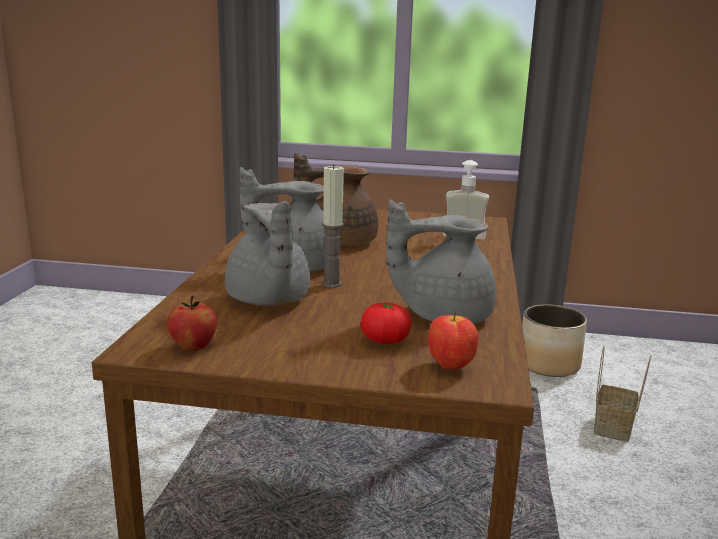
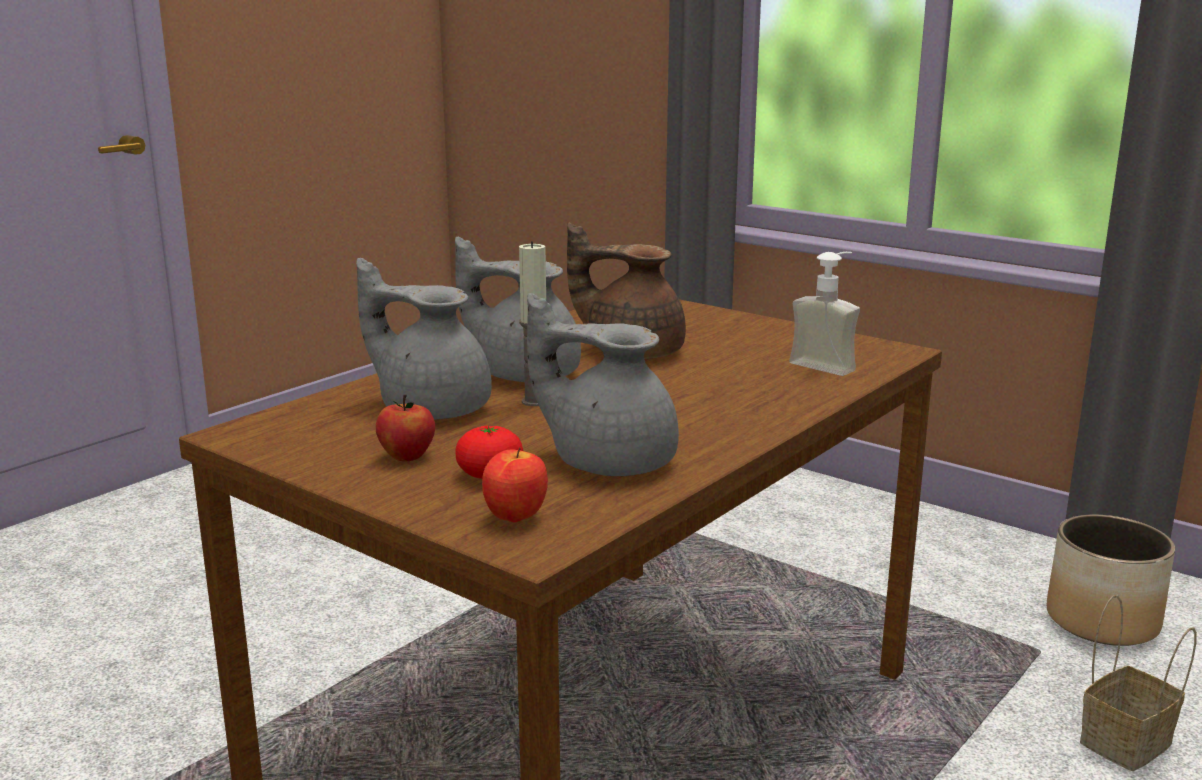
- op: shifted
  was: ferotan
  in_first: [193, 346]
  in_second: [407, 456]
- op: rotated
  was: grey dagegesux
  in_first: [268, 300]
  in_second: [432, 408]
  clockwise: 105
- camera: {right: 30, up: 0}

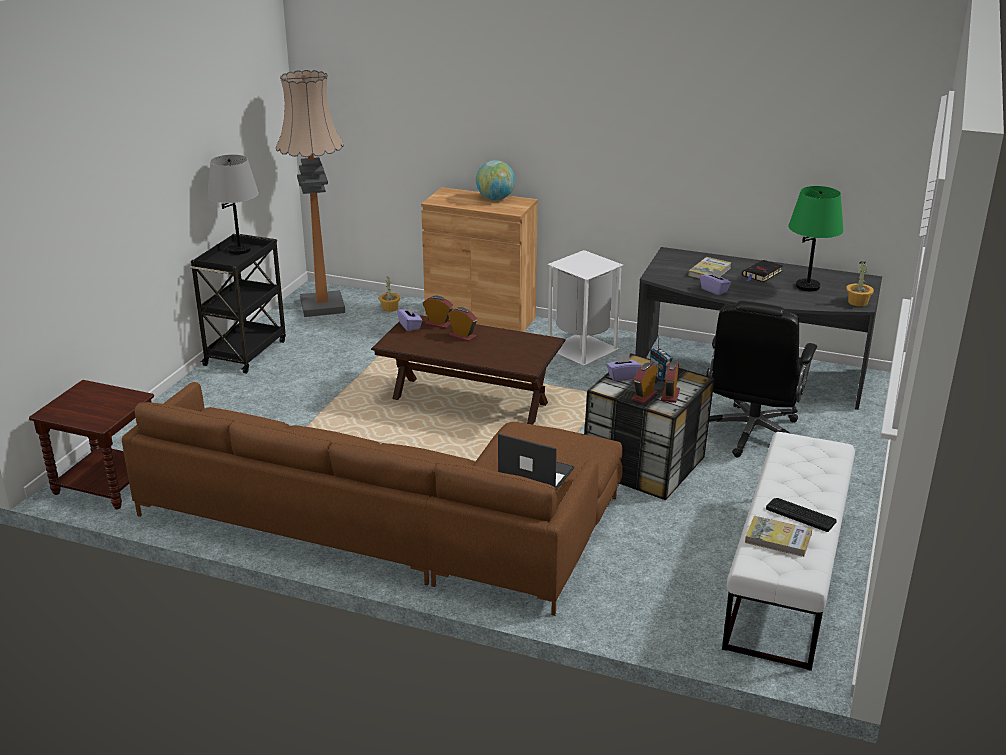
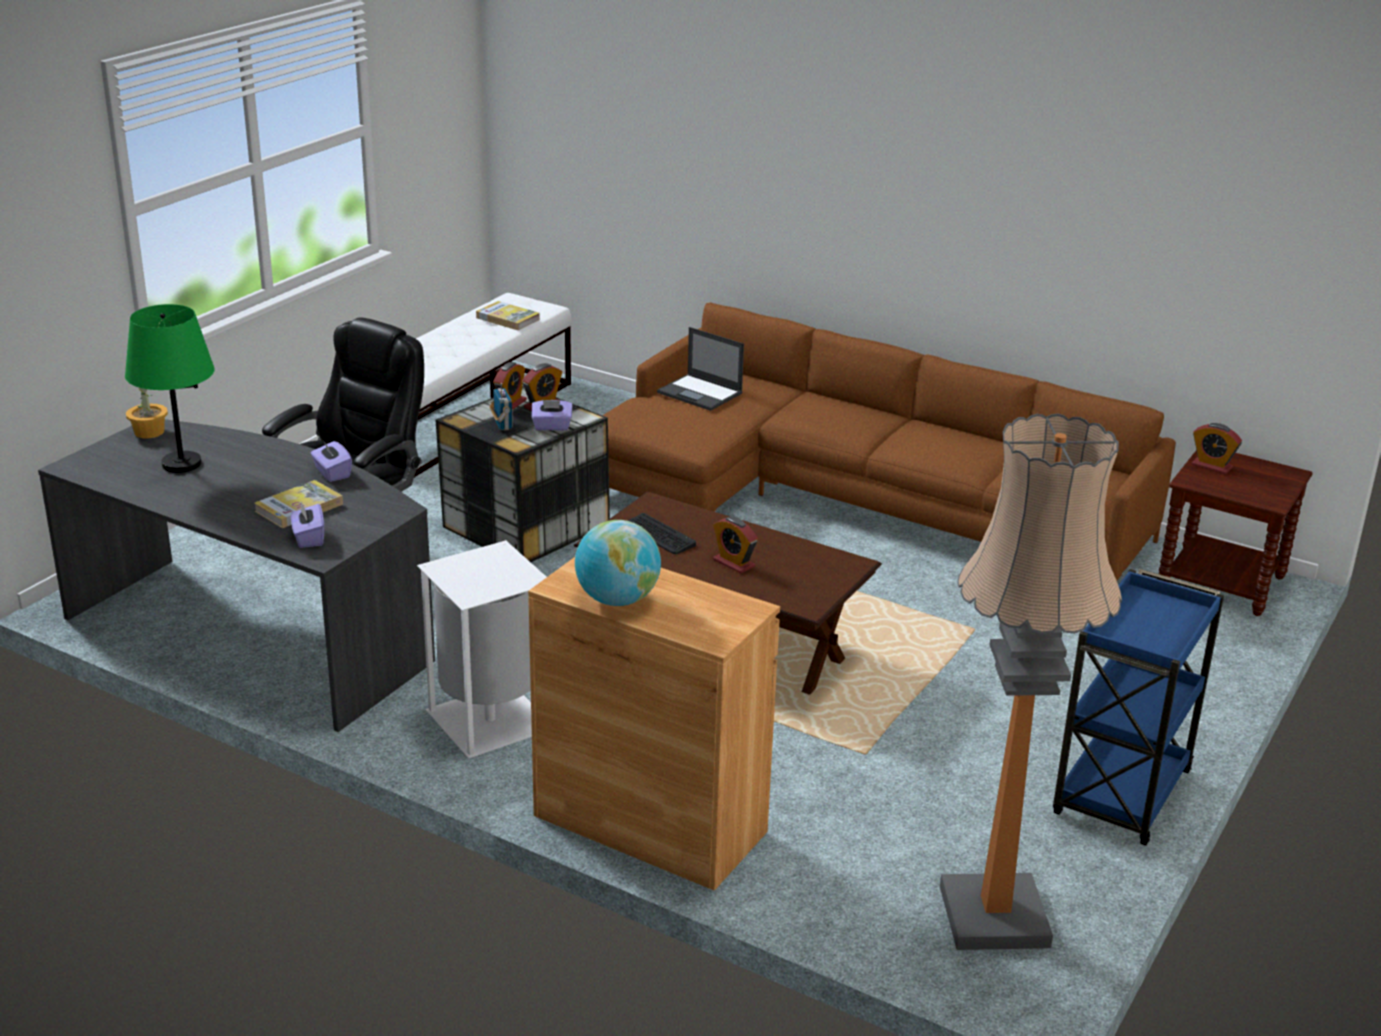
- op: repainted
  was: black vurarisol
  now: blue vurarisol
  in_first: [246, 352]
  in_second: [1121, 795]
- op: gone
  was: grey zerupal
  in_first: [239, 250]
- op: gone
  was: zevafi
  in_first: [390, 308]
- op: shifted
  was: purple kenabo
  in_first: [410, 326]
  in_second: [309, 538]
- op: shifted
  was: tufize
  in_first: [438, 324]
  in_second: [1212, 466]
- op: gone
  was: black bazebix
  in_first: [761, 274]
- op: shifted
  was: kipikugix
  in_first: [801, 515]
  in_second: [658, 535]
- camera: {right: -170, up: 0}

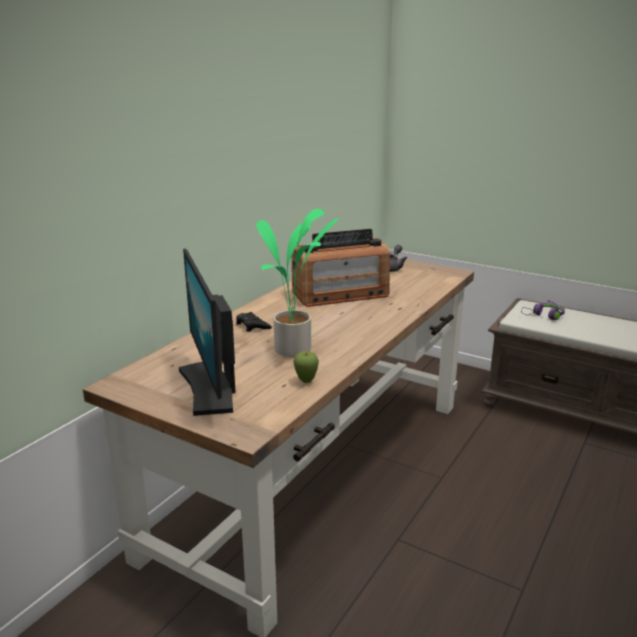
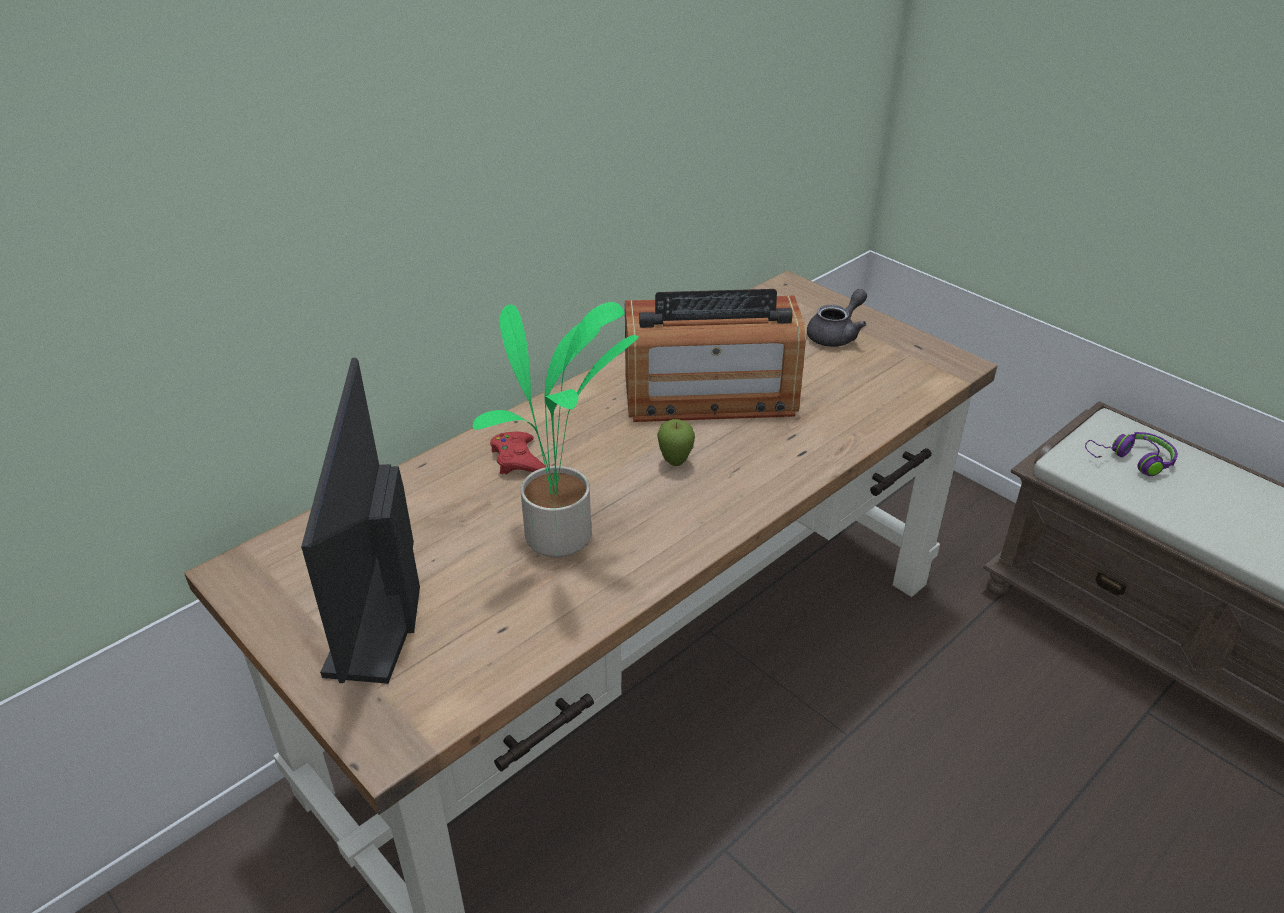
- op: repainted
  was: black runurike
  now: red runurike
  in_first: [252, 326]
  in_second: [518, 459]
- op: shifted
  was: ferotan
  in_first: [306, 381]
  in_second: [675, 463]
- camera: {right: 15, up: 15}

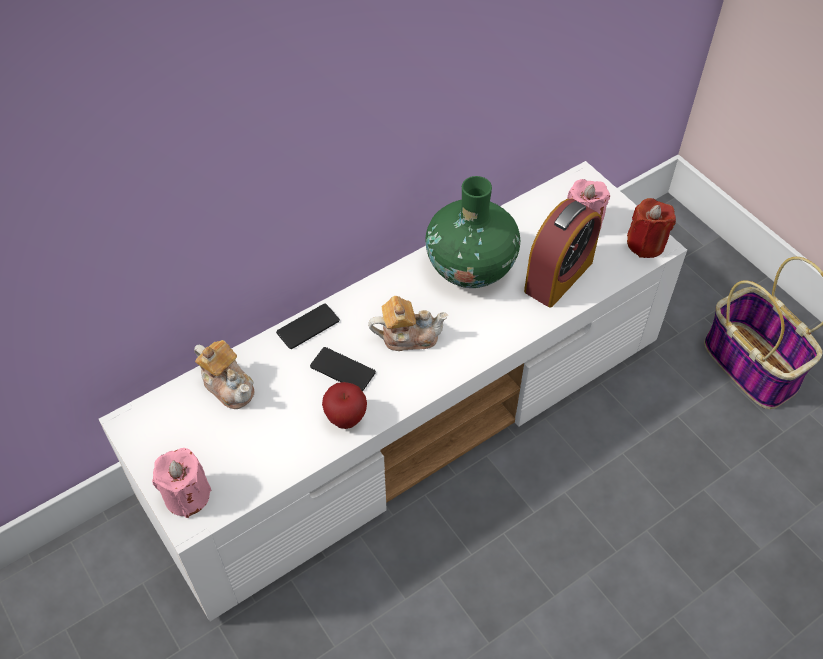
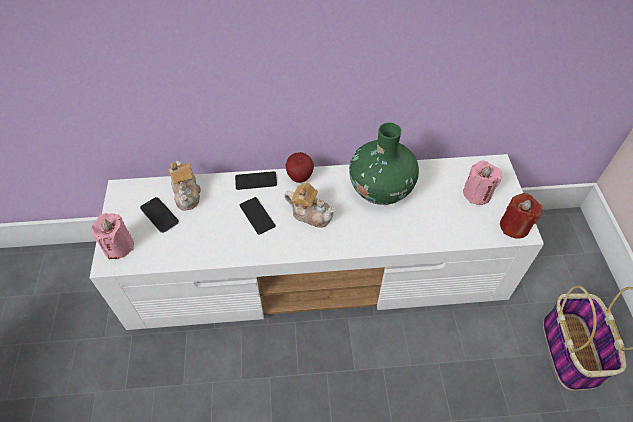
- op: shifted
  was: ferotan
  in_first: [346, 418]
  in_second: [300, 177]
- op: gone
  was: tufize
  in_first: [558, 276]
- op: new
  now: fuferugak
  in_second: [159, 215]
- camera: {right: 30, up: 0}

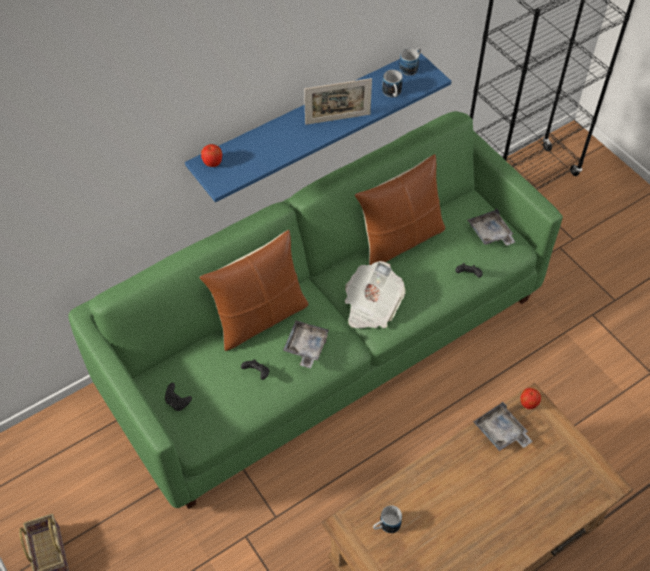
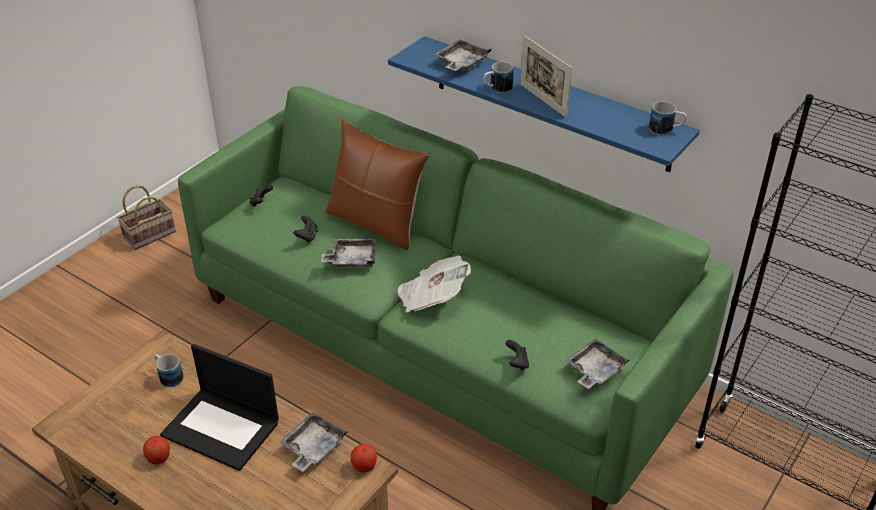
- op: shifted
  was: ferotan
  in_first: [212, 163]
  in_second: [159, 458]
- op: gone
  was: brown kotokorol
  in_first: [400, 240]
- op: shifted
  was: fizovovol
  in_first: [392, 94]
  in_second: [497, 88]
- op: new
  now: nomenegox
  in_second: [222, 428]
- op: new
  now: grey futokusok
  in_second: [461, 63]
- camera: {right: 70, up: -15}

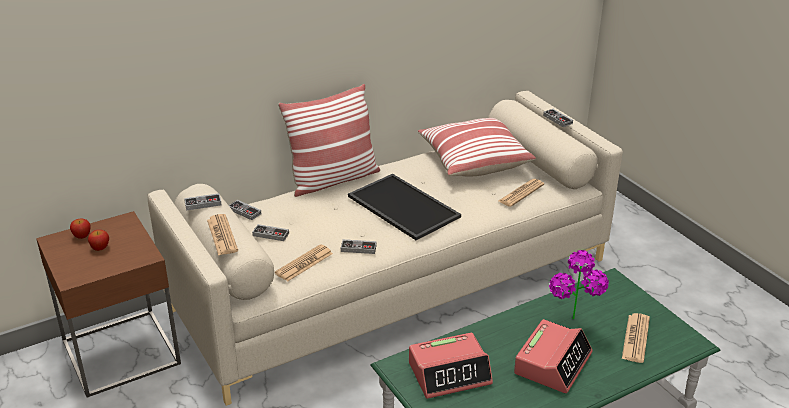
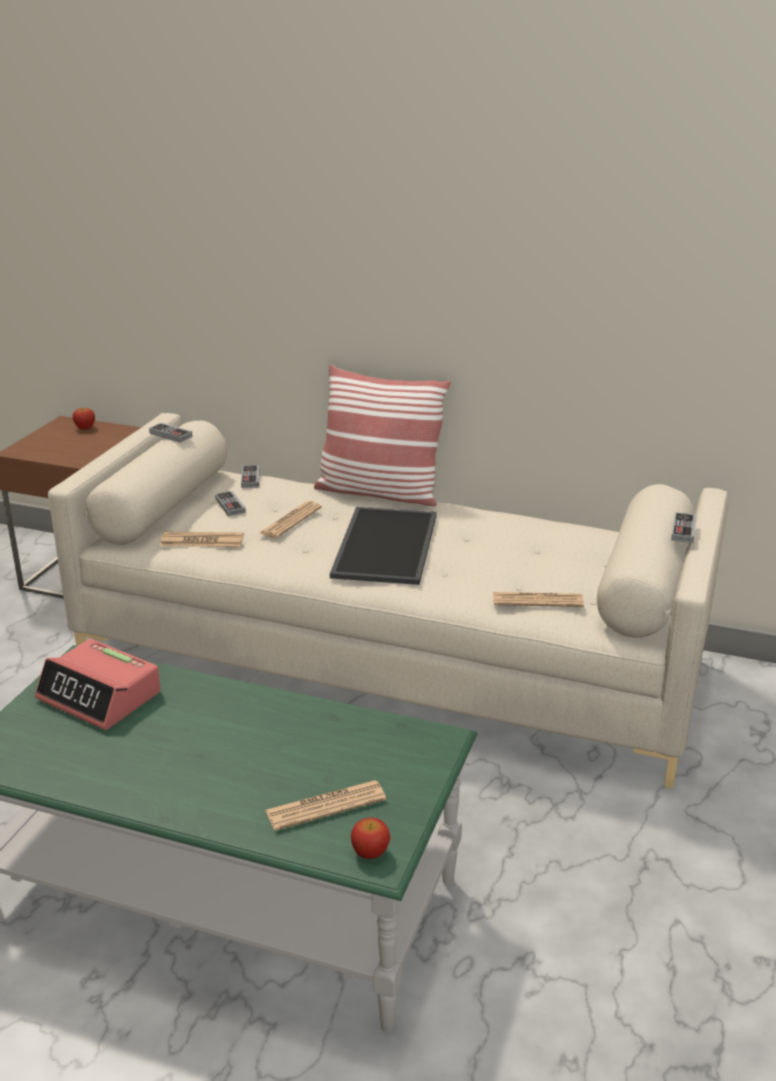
- op: shifted
  was: ferotan
  in_first: [100, 248]
  in_second: [370, 852]
- op: shifted
  was: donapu
  in_first: [222, 235]
  in_second: [290, 521]
- op: gone
  was: runurike
  in_first: [358, 248]
- op: gone
  was: kotokorol
  in_first: [473, 160]
- op: gone
  was: tufize
  in_first: [553, 363]
- op: gone
  was: zevafi
  in_first: [574, 325]
- camera: {right: 50, up: -5}

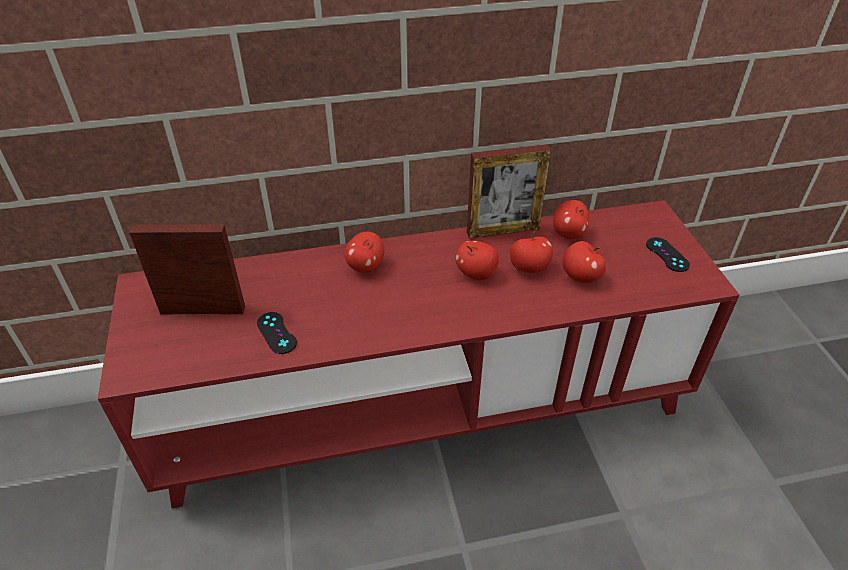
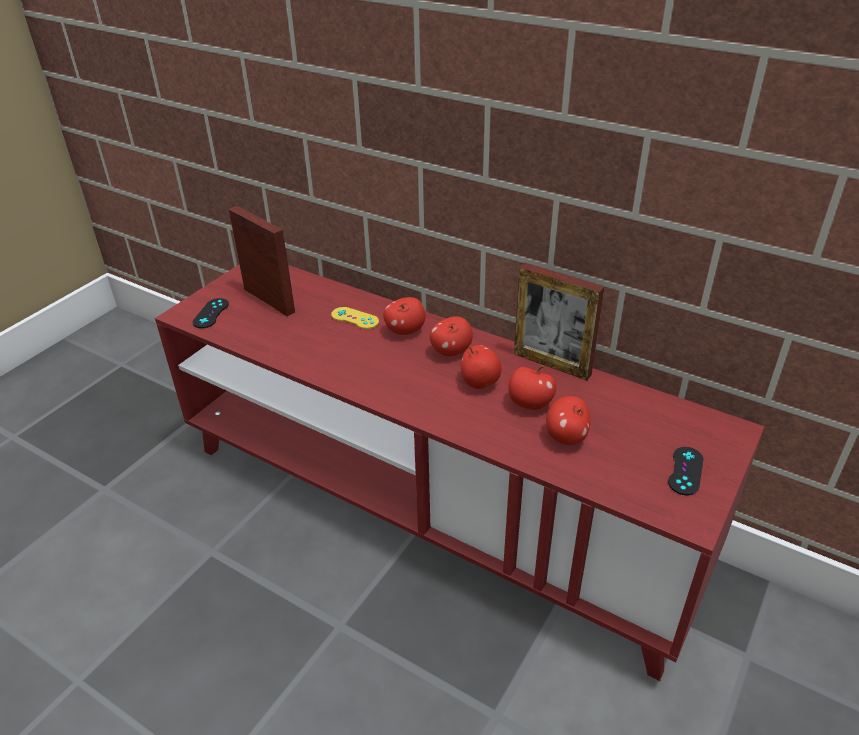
- op: shifted
  was: black runurike
  in_first: [276, 333]
  in_second: [211, 313]
- op: shifted
  was: ferotan
  in_first: [568, 234]
  in_second: [451, 351]
- op: new
  now: yellow runurike
  in_second: [355, 318]
- camera: {right: 45, up: -5}

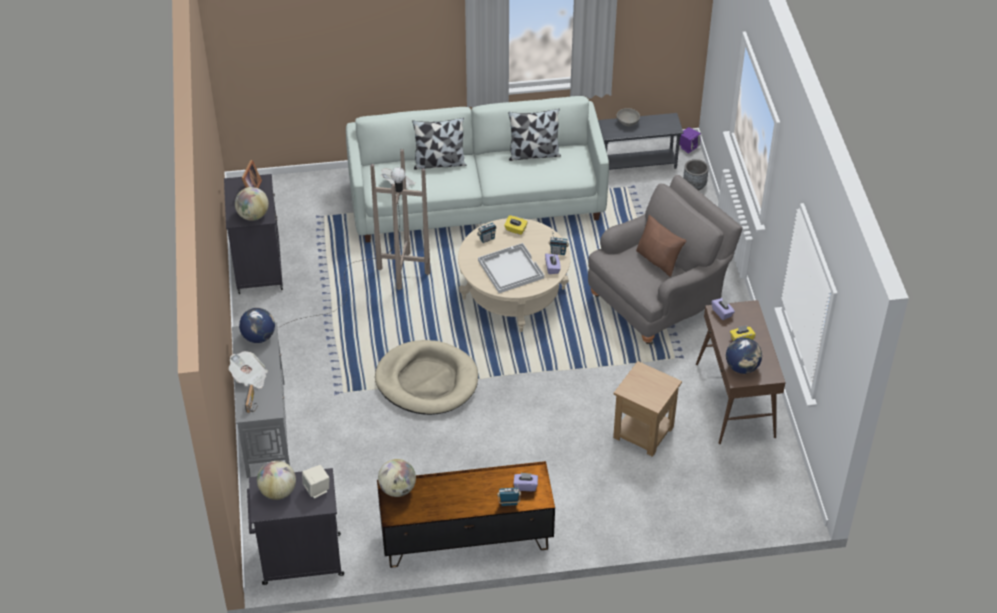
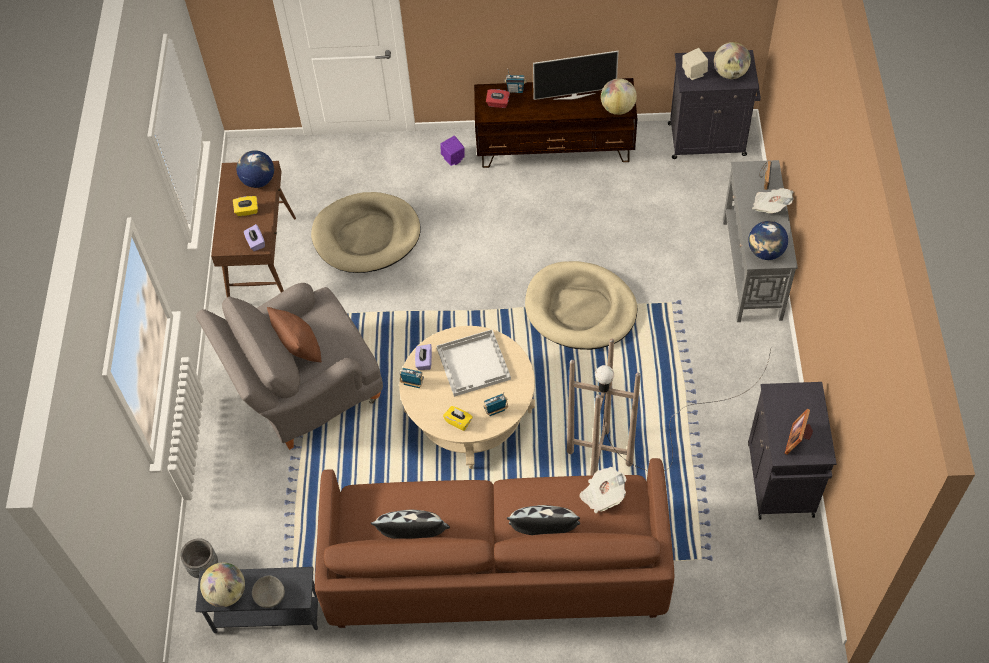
- op: shifted
  was: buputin
  in_first: [253, 215]
  in_second: [227, 593]
- op: repainted
  was: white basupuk
  now: brown basupuk
  in_first: [477, 200]
  in_second: [496, 567]
- op: repainted
  was: purple kenabo
  now: red kenabo
  in_first: [525, 486]
  in_second: [498, 103]
- op: swapped
  was: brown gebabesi
  now: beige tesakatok
  in_first: [642, 432]
  in_second: [366, 236]
- op: shifted
  was: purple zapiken
  in_first: [688, 147]
  in_second: [453, 159]
- op: new
  now: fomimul
  in_second: [574, 95]
- camera: {right: -170, up: 10}

